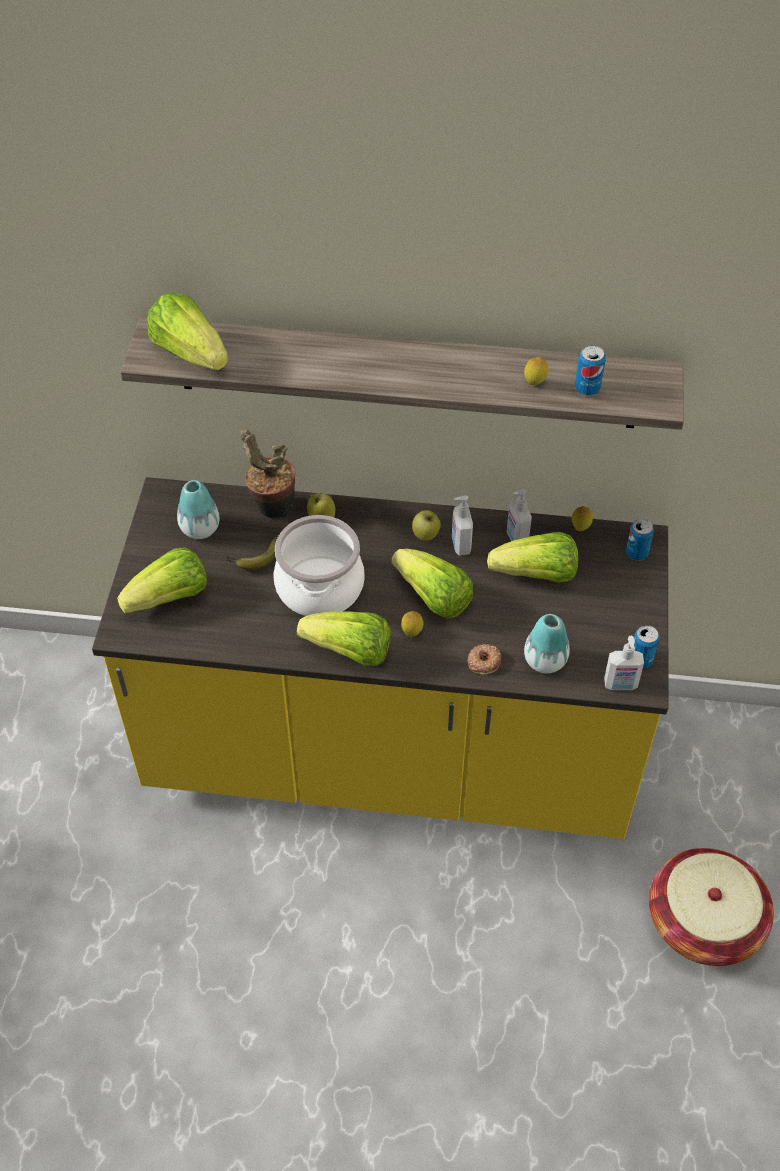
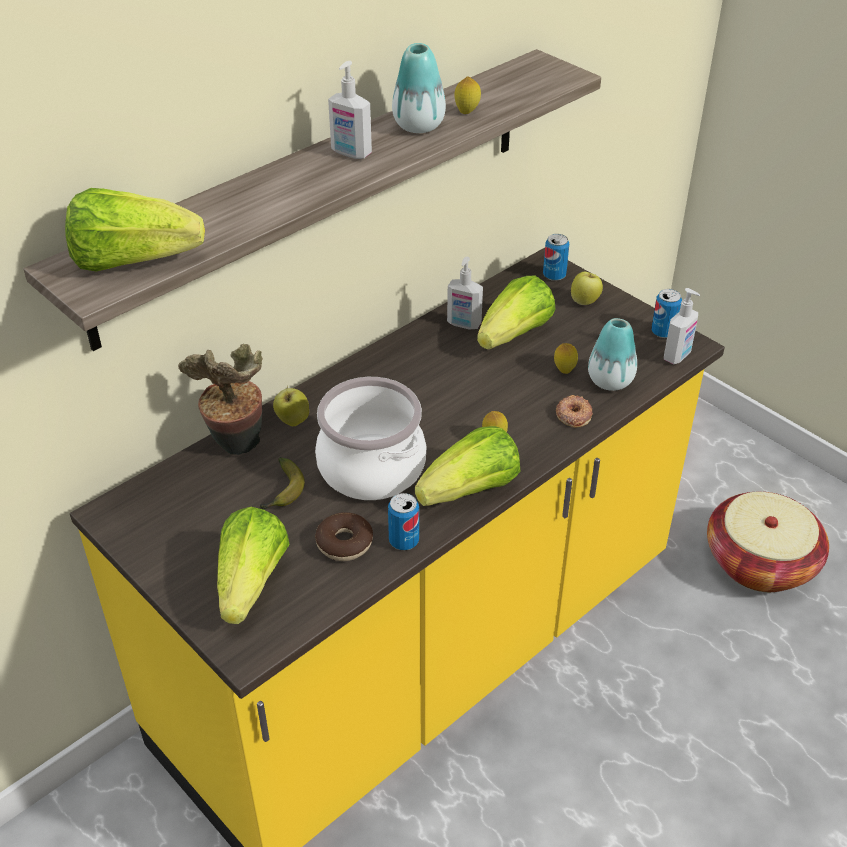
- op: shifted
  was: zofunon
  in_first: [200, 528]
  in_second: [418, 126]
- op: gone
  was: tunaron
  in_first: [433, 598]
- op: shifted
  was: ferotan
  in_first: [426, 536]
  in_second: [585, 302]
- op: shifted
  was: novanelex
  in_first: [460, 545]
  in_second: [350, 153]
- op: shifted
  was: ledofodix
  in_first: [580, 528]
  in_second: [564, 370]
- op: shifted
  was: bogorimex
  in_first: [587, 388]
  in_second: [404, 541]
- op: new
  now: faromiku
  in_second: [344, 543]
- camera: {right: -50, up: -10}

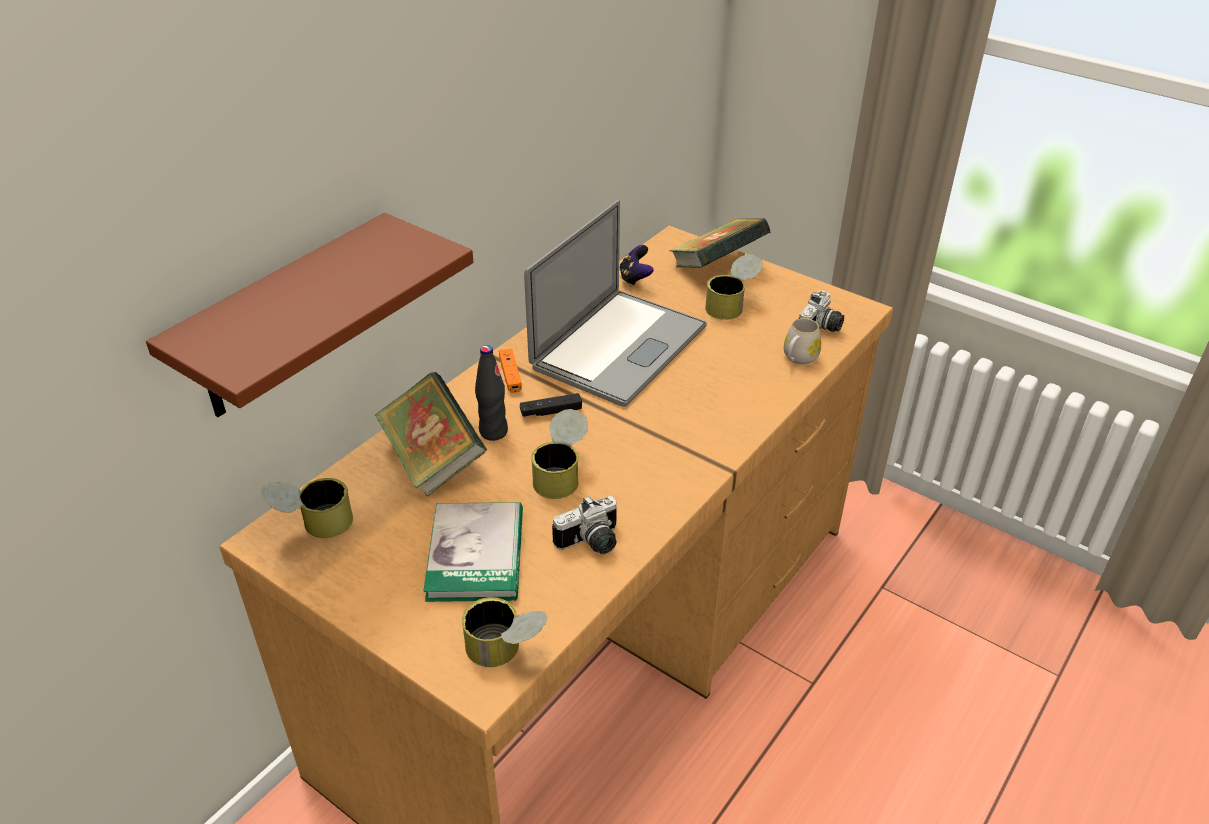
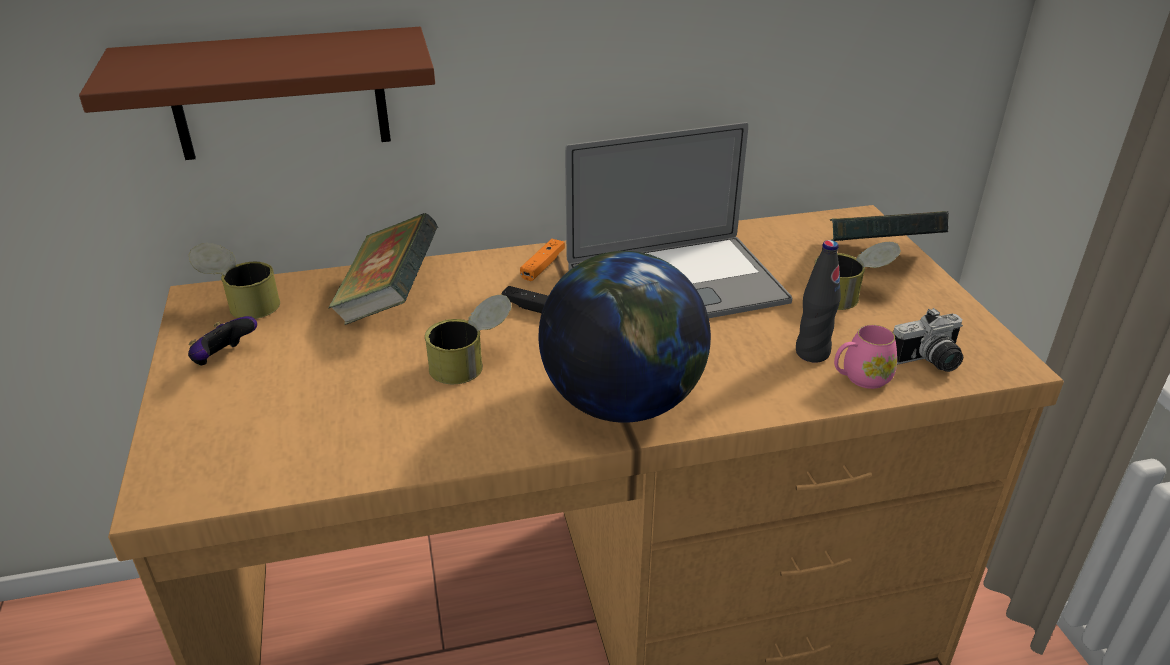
- op: gone
  was: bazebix
  in_first: [476, 555]
- op: gone
  was: bogorimex
  in_first: [506, 652]
- op: shifted
  was: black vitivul
  in_first: [493, 432]
  in_second: [812, 353]
- op: gone
  was: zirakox
  in_first: [591, 543]
- op: shifted
  was: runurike
  in_first: [635, 279]
  in_second: [224, 359]
- op: repainted
  was: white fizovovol
  now: pink fizovovol
  in_first: [798, 359]
  in_second: [860, 378]
- op: new
  now: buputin
  in_second: [622, 402]
- camera: {right: 40, up: -5}

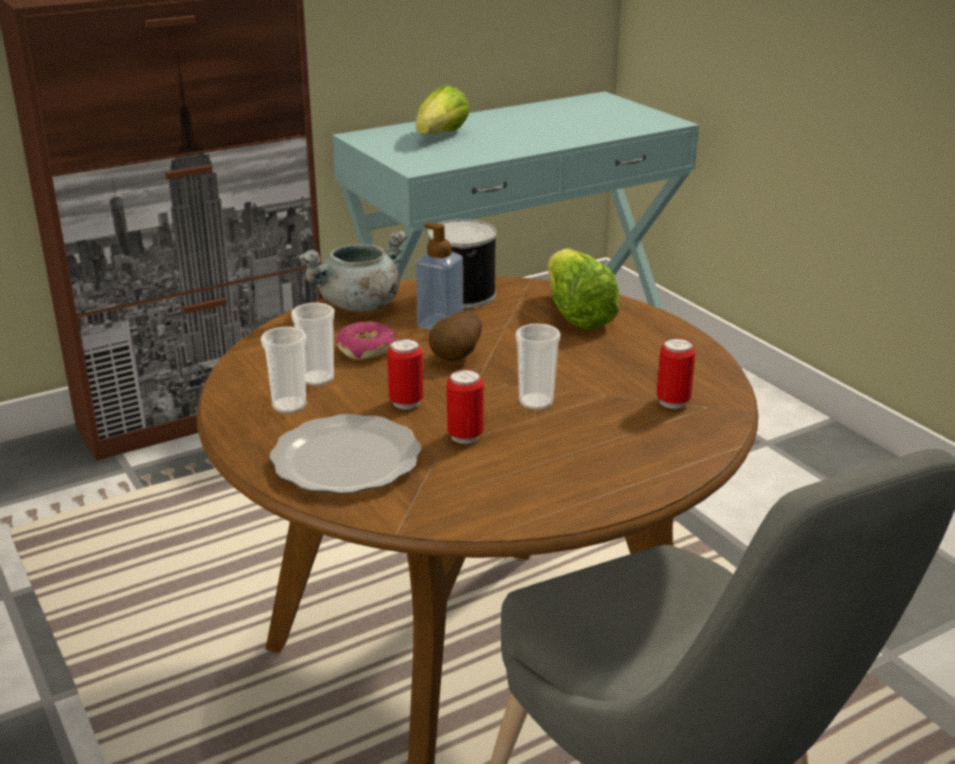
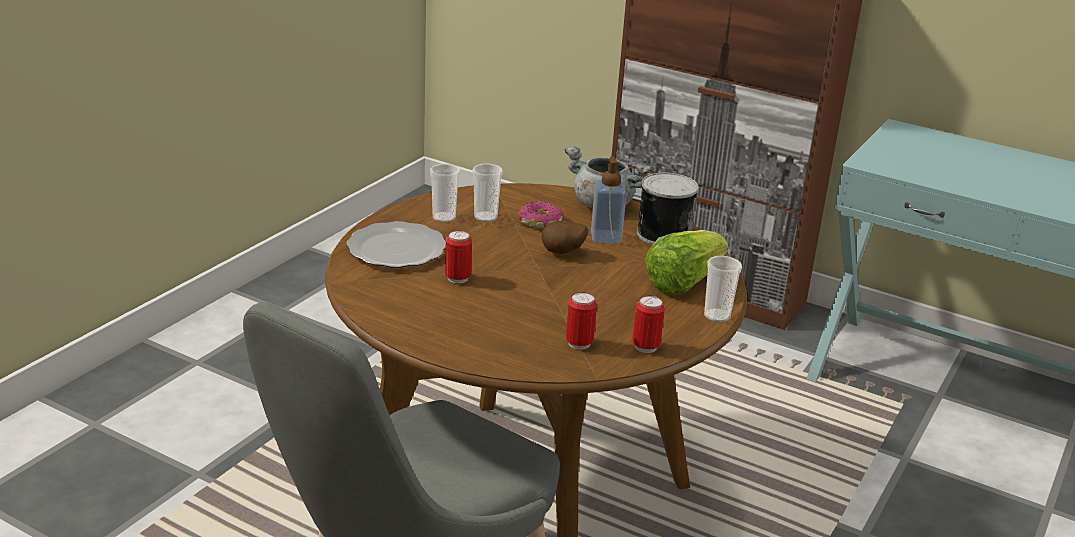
- op: shifted
  was: bogorimex
  in_first: [406, 402]
  in_second: [645, 347]
- op: gone
  was: tunaron
  in_first: [441, 136]
- op: shifted
  was: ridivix
  in_first: [536, 402]
  in_second: [717, 316]
- camera: {right: 60, up: 0}

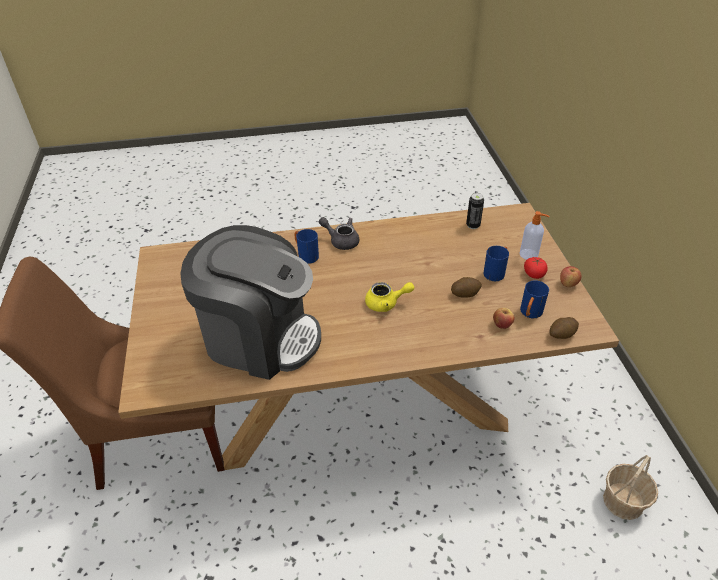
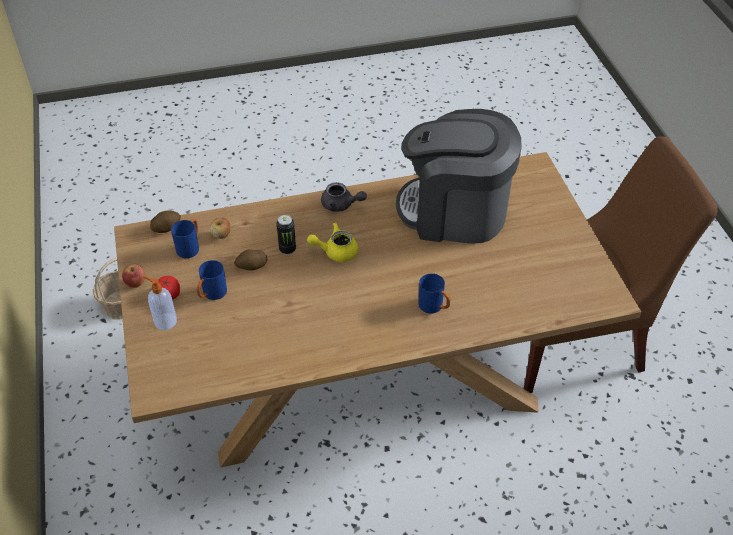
- op: shifted
  was: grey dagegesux
  in_first: [341, 241]
  in_second: [341, 205]
- op: shifted
  was: bogorimex
  in_first: [473, 225]
  in_second: [287, 249]
- camera: {right: 175, up: 5}

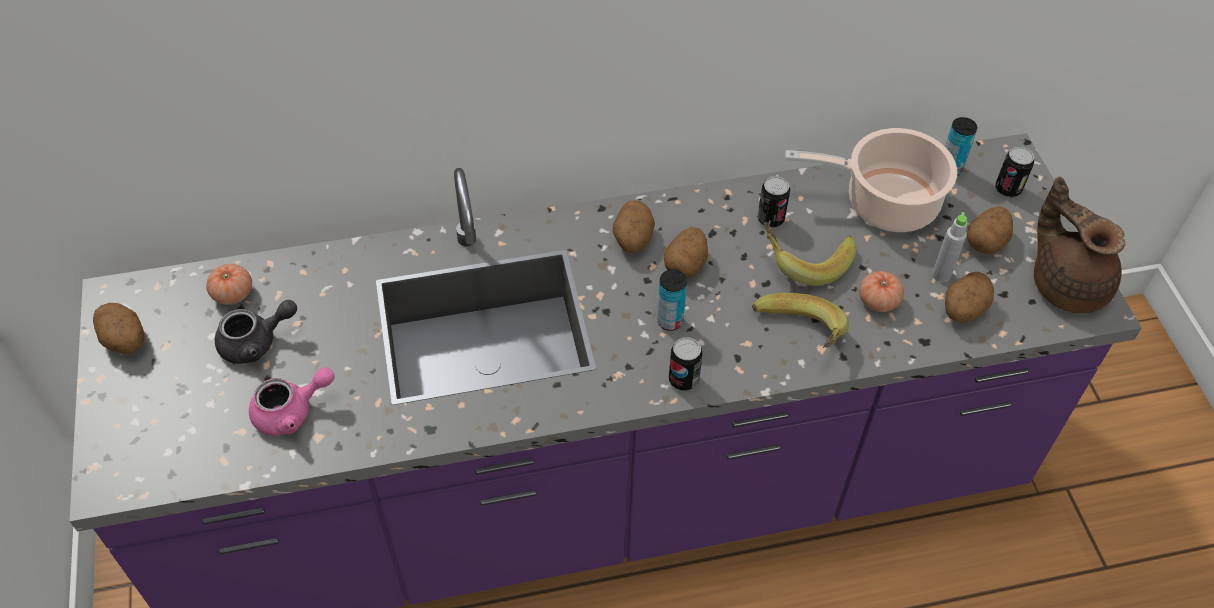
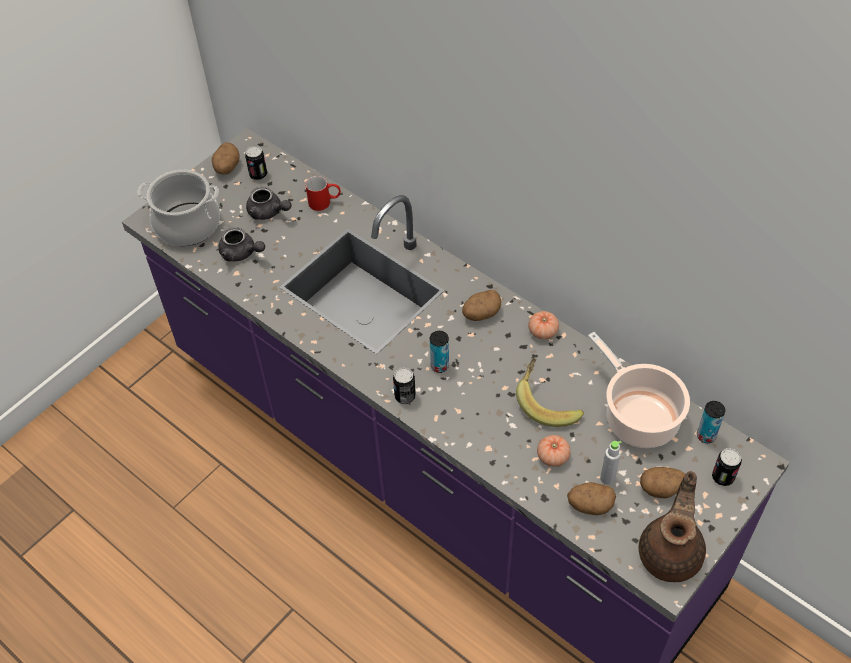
- op: shifted
  was: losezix
  in_first: [233, 294]
  in_second: [543, 332]
- op: repainted
  was: pink dagegesux
  now: grey dagegesux
  in_first: [291, 412]
  in_second: [241, 253]
- op: gone
  was: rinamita
  in_first: [685, 264]
- op: gone
  was: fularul
  in_first: [797, 337]
- op: shifted
  was: bogorimex
  in_first: [770, 219]
  in_second: [258, 175]
- op: new
  now: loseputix
  in_second: [187, 225]
- op: new
  now: red fizovovol
  in_second: [325, 202]
- camera: {right: 55, up: 0}

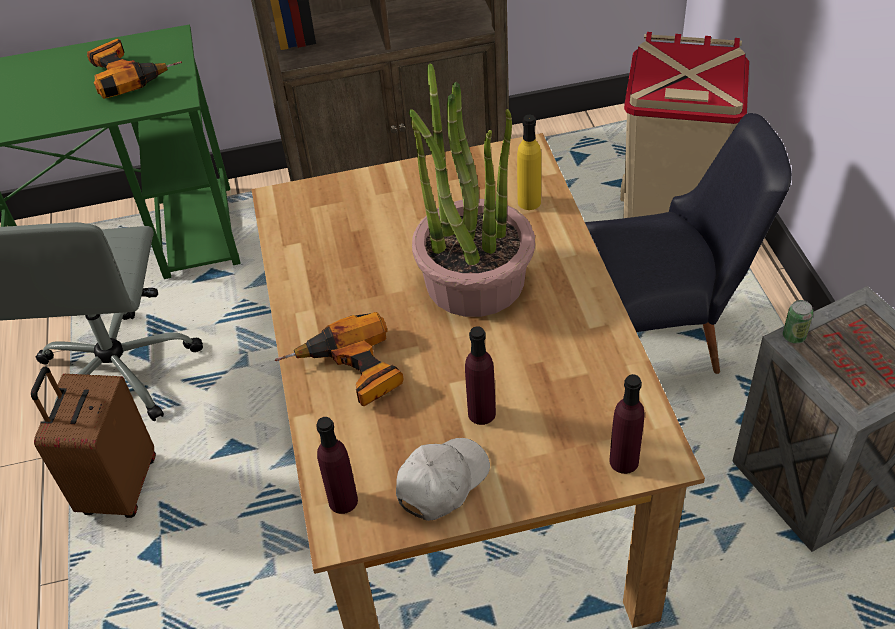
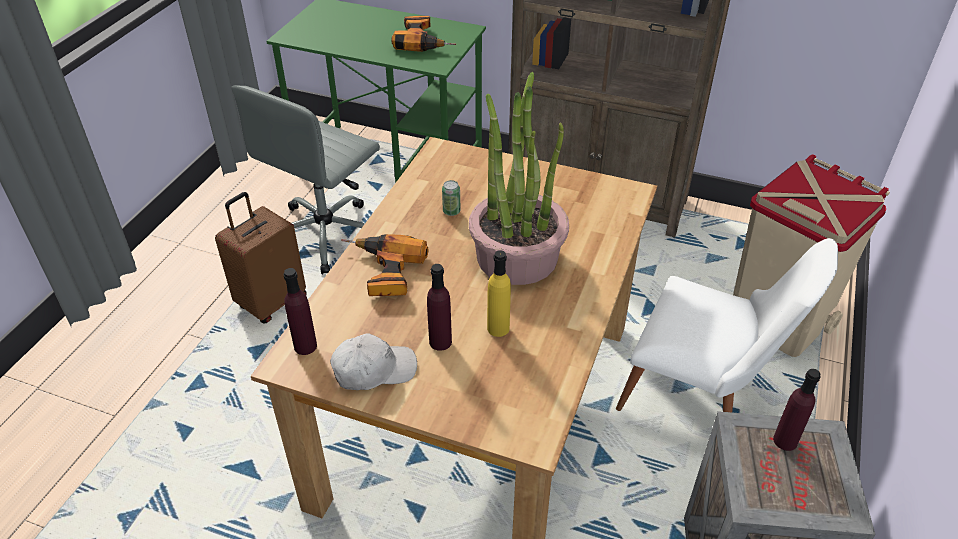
- op: shifted
  was: yellow vitivul
  in_first: [529, 202]
  in_second: [498, 328]
- op: repainted
  was: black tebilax
  now: white tebilax
  in_first: [659, 339]
  in_second: [699, 400]
- op: shifted
  was: purple vitivul
  in_first: [624, 461]
  in_second: [785, 441]
- op: shifted
  was: bogorimex
  in_first: [794, 336]
  in_second: [451, 211]
- camera: {right: 30, up: -5}

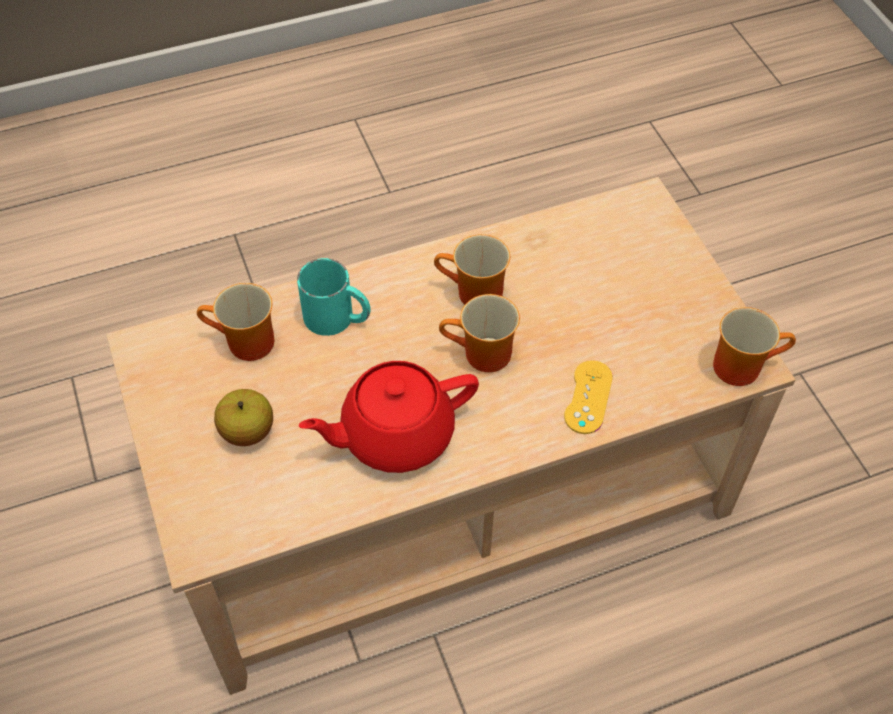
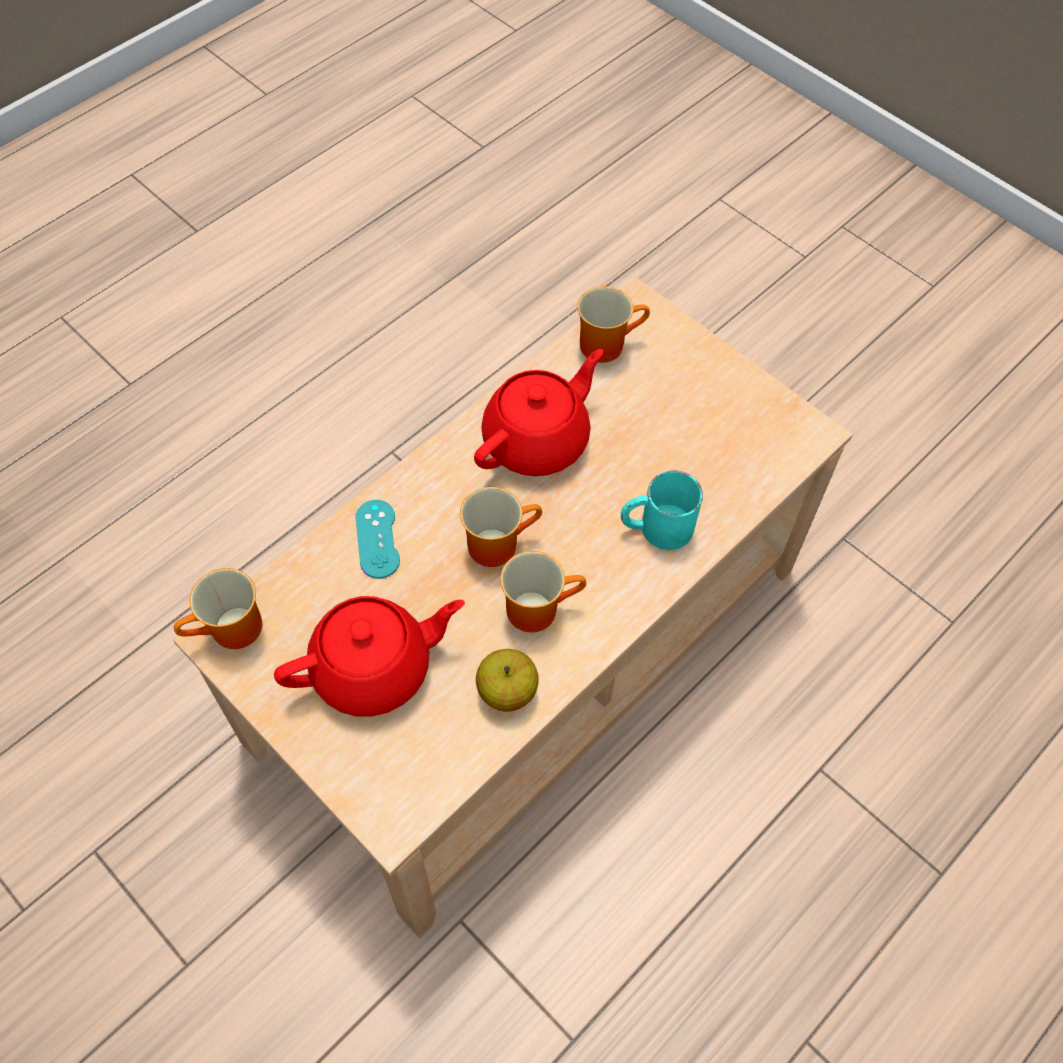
- op: shifted
  was: fizovovol
  in_first: [244, 345]
  in_second: [605, 342]
- op: shifted
  was: ferotan
  in_first: [247, 431]
  in_second: [507, 691]
- op: repainted
  was: yellow runurike
  now: turquoise runurike
  in_first: [588, 397]
  in_second: [377, 539]
- op: new
  now: red dagegesux
  in_second: [374, 668]
- camera: {right: 155, up: 5}

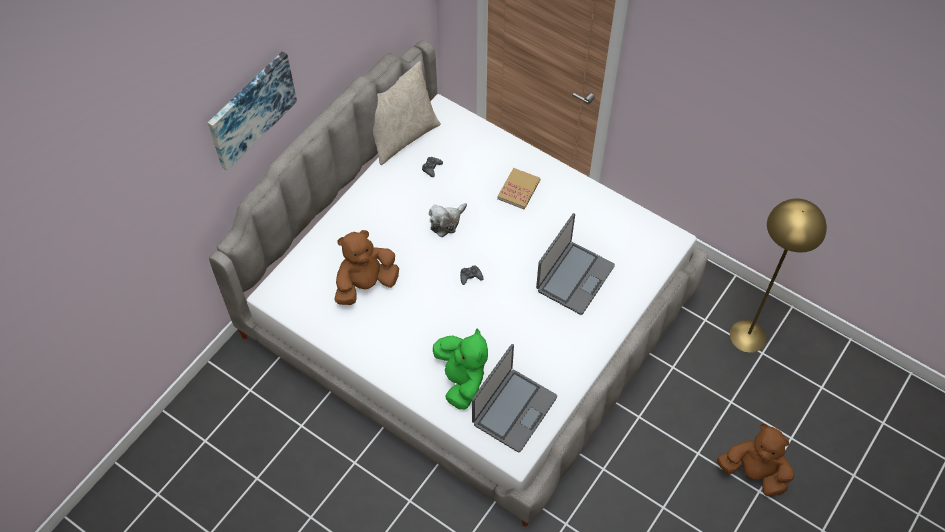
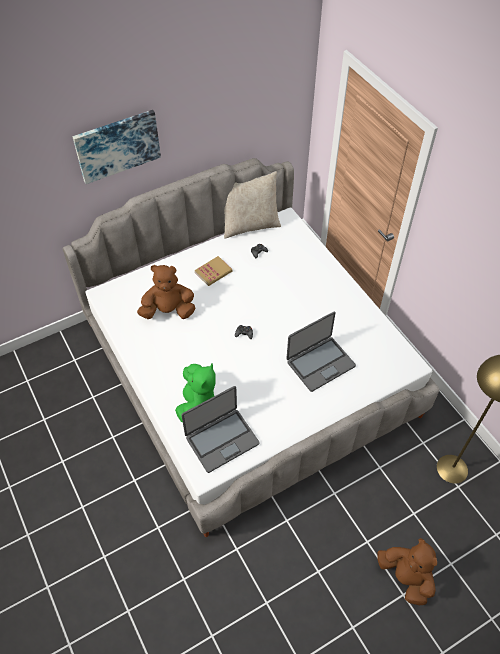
- op: gone
  was: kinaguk
  in_first: [446, 222]
- op: shifted
  was: bazebix
  in_first: [518, 190]
  in_second: [213, 272]
- camera: {right: 25, up: -5}

